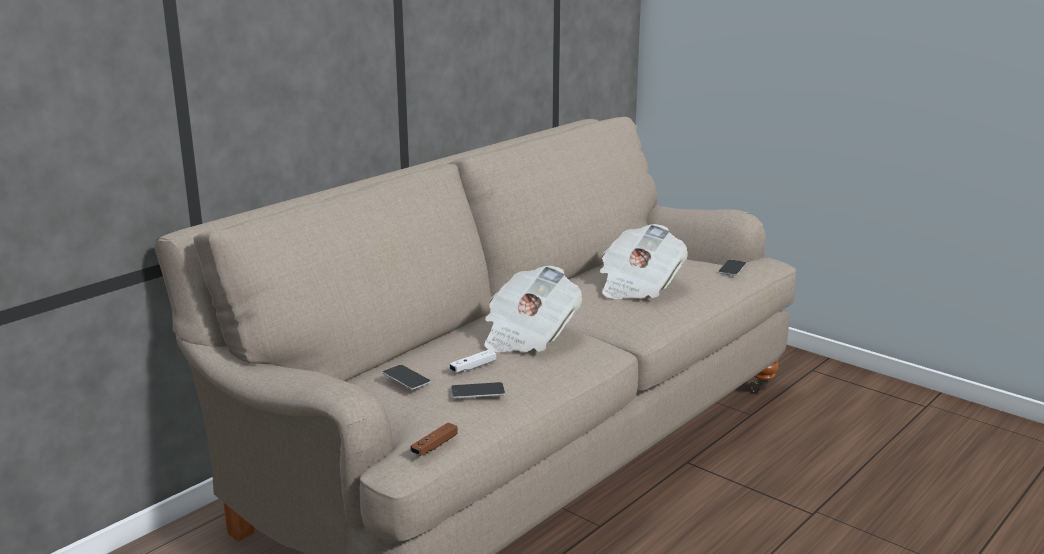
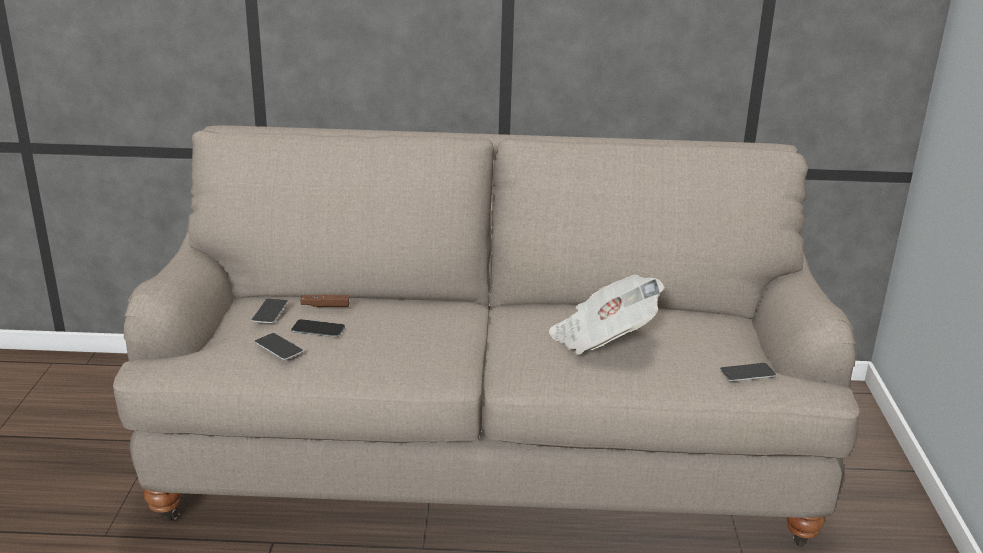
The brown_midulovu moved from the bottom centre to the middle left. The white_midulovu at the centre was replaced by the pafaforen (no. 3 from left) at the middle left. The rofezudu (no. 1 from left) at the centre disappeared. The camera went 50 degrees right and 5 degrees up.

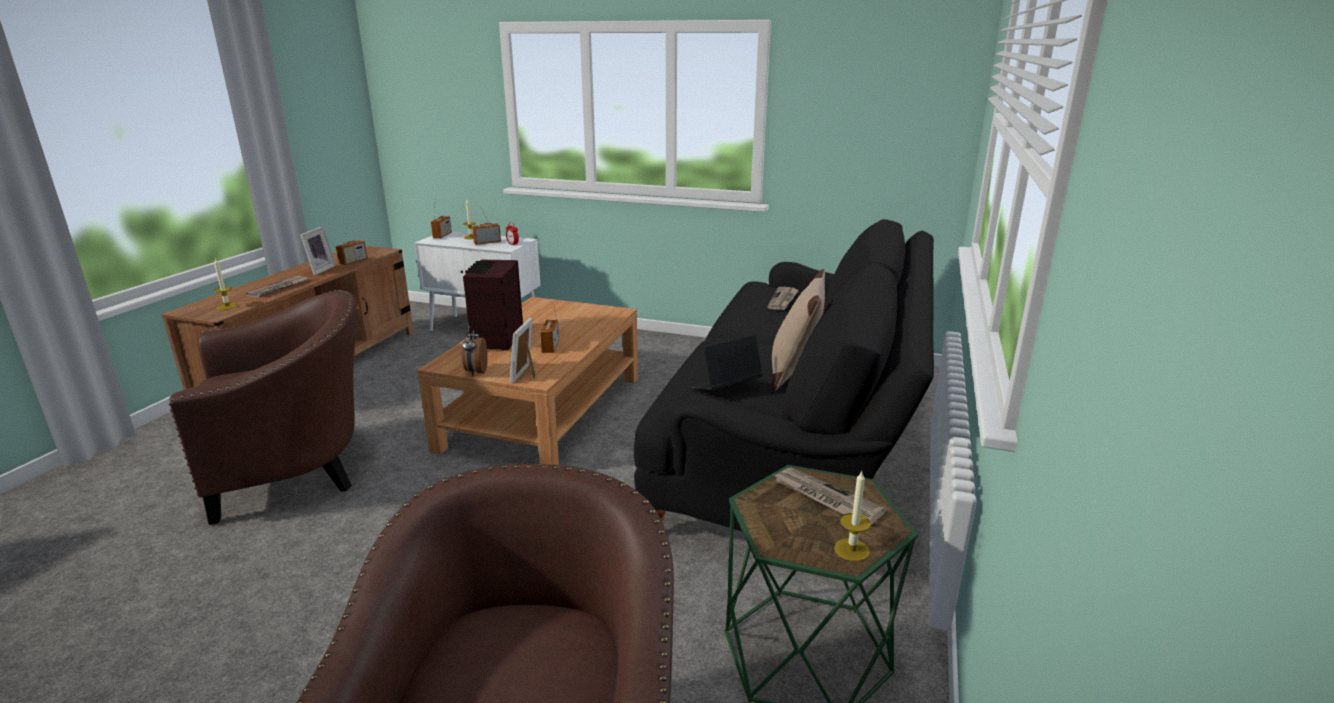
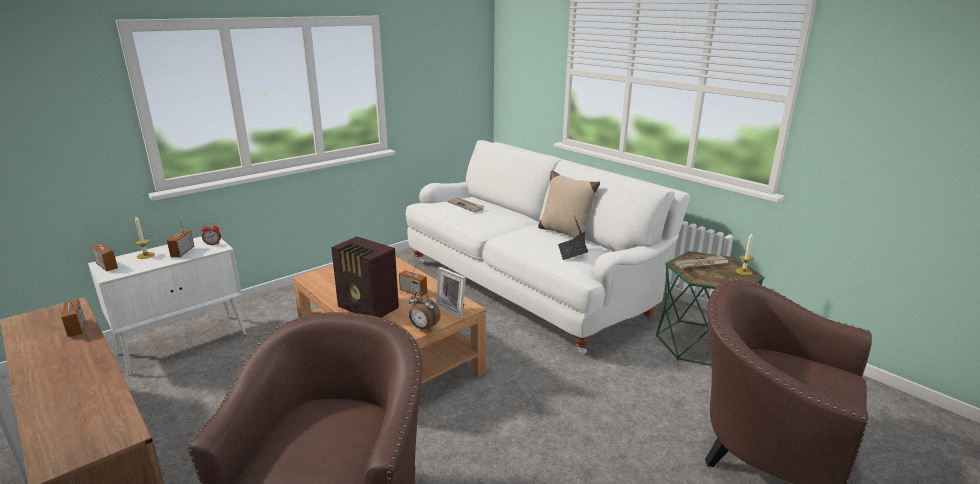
The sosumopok (no. 1 from left) at the middle left disappeared. The rofezudu (no. 1 from left) at the middle left disappeared. The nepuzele (no. 1 from left) at the middle left disappeared. The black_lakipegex at the centre became the white_lakipegex at the centre. The camera went 60 degrees left and 0 degrees up.

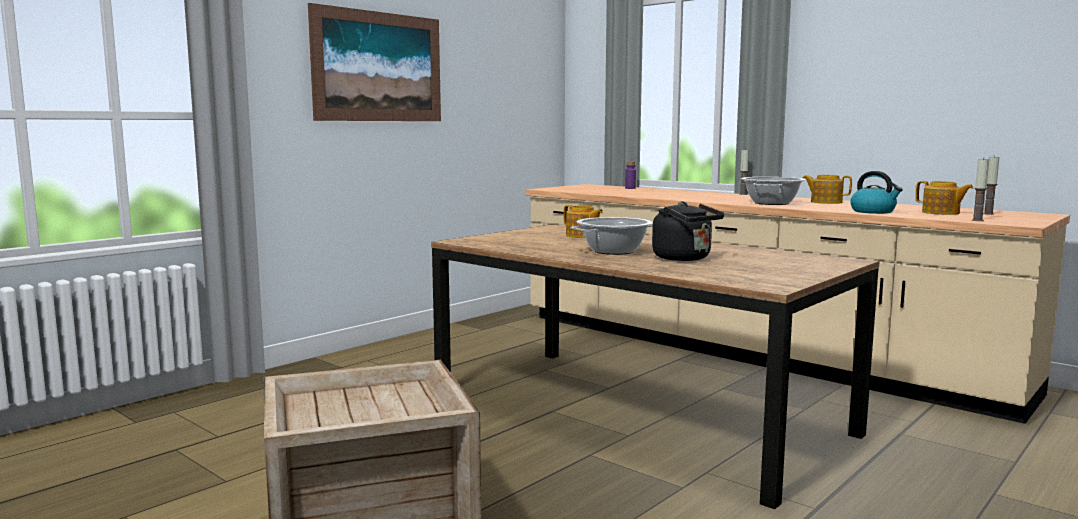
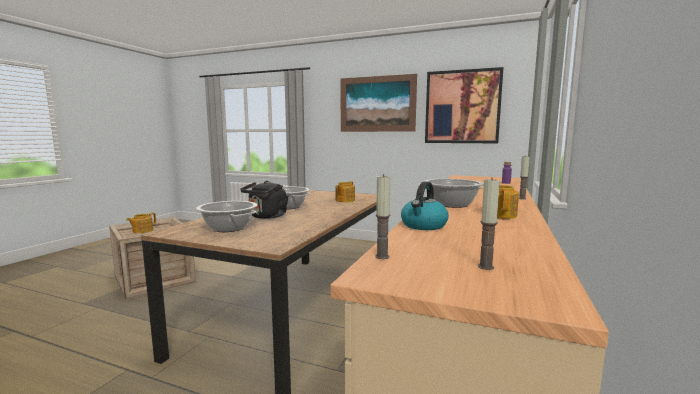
The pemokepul (no. 3 from left in the first image) moved from the middle right to the middle left. The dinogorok (no. 1 from left) at the middle left appeared. The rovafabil (no. 2 from left) at the top centre appeared. The camera went 70 degrees right and 0 degrees up.

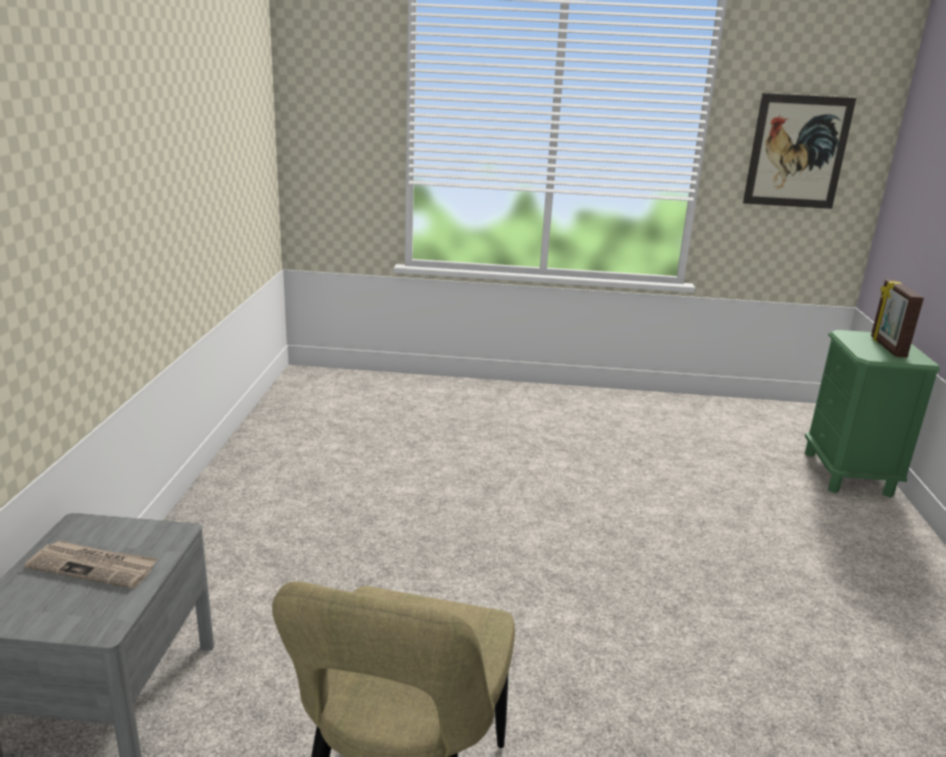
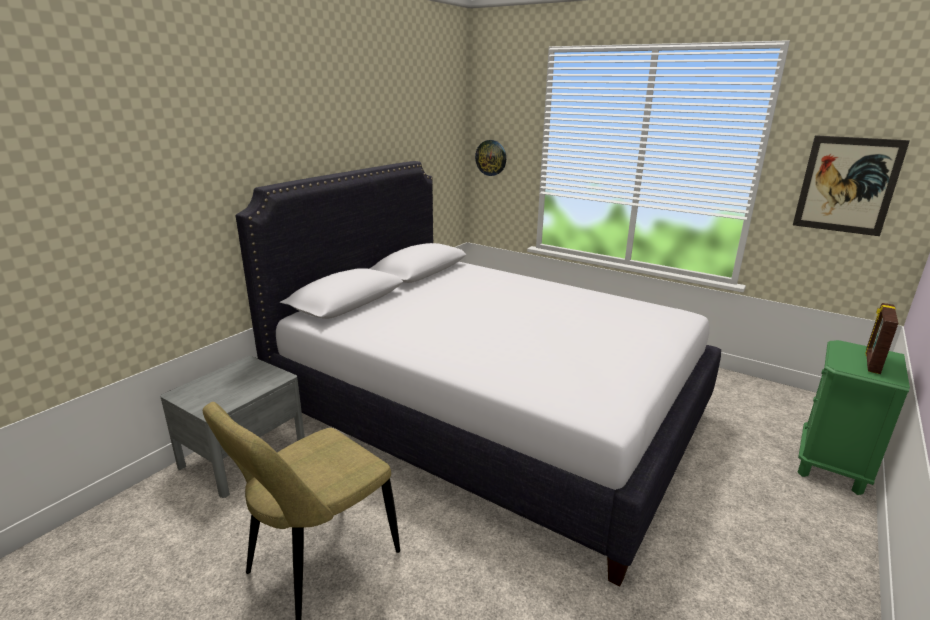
The rofezudu at the bottom left disappeared. The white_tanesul at the centre appeared. The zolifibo at the top centre appeared. The camera went 30 degrees right and 0 degrees up.

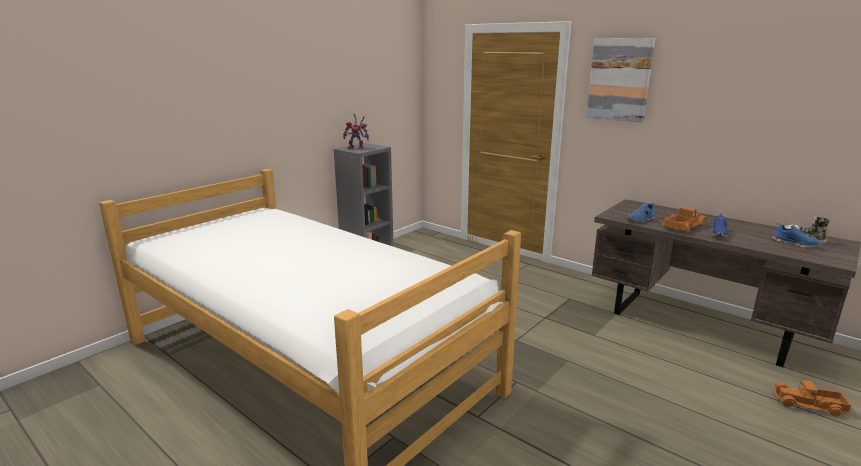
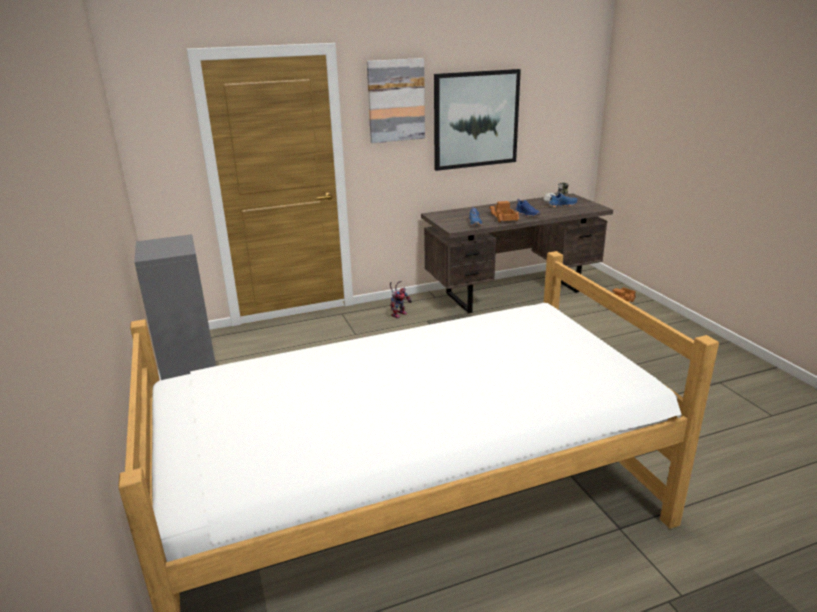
The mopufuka moved from the top centre to the centre. The rovafabil (no. 2 from left) at the top centre appeared. The camera went 60 degrees left and 5 degrees up.

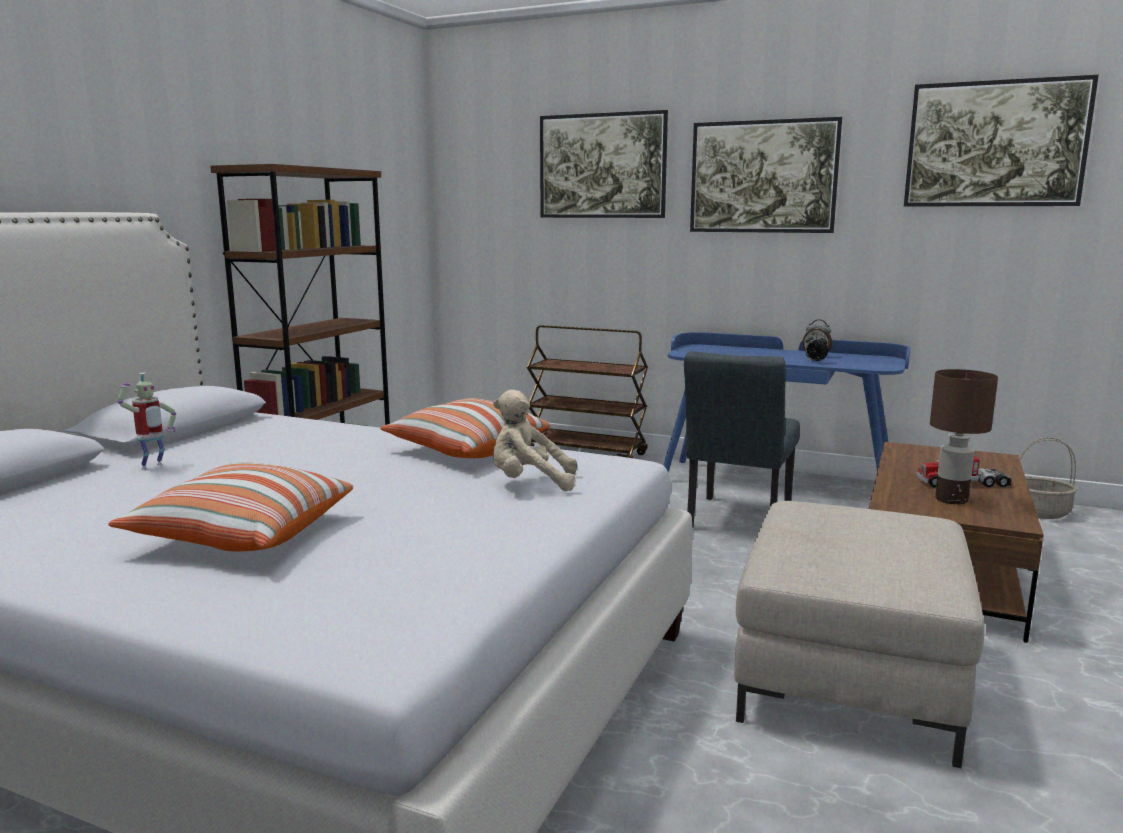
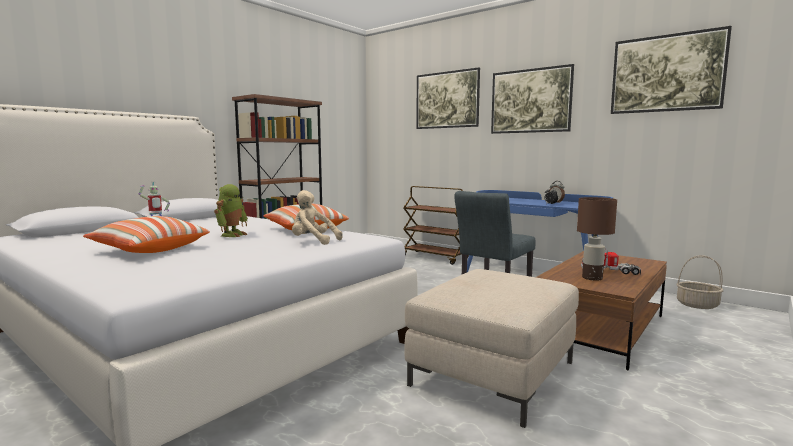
The mopufuka (no. 2 from left) at the middle left appeared. The camera went 15 degrees right and 5 degrees down.

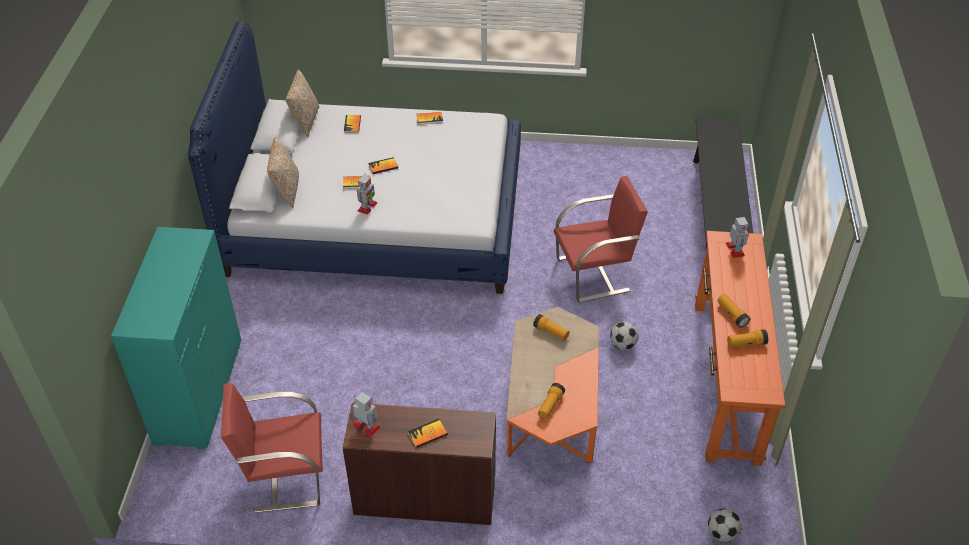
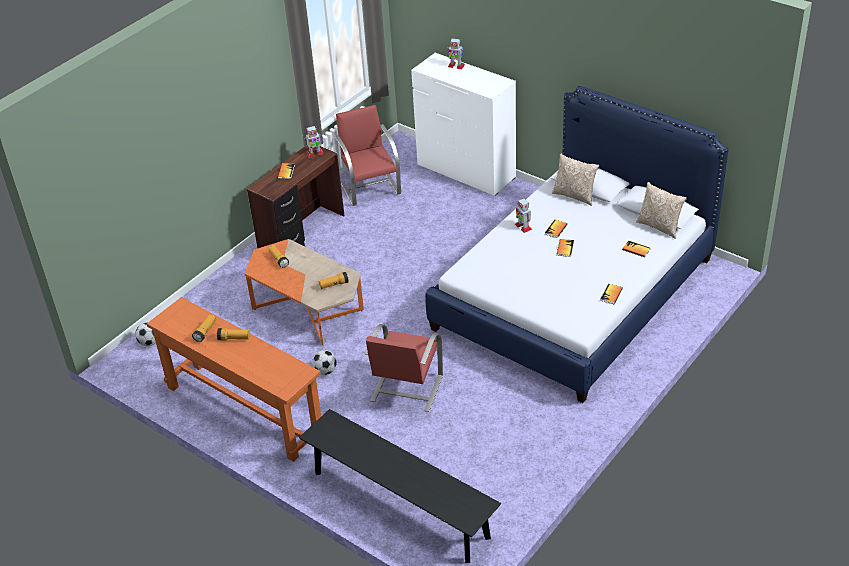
The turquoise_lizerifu at the middle left became the white_lizerifu at the top centre. The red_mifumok (no. 1 from left) at the bottom left turned 45 degrees counterclockwise. The mopufuka (no. 3 from left in the first image) moved from the middle right to the top centre. The camera went 125 degrees right and 5 degrees down.

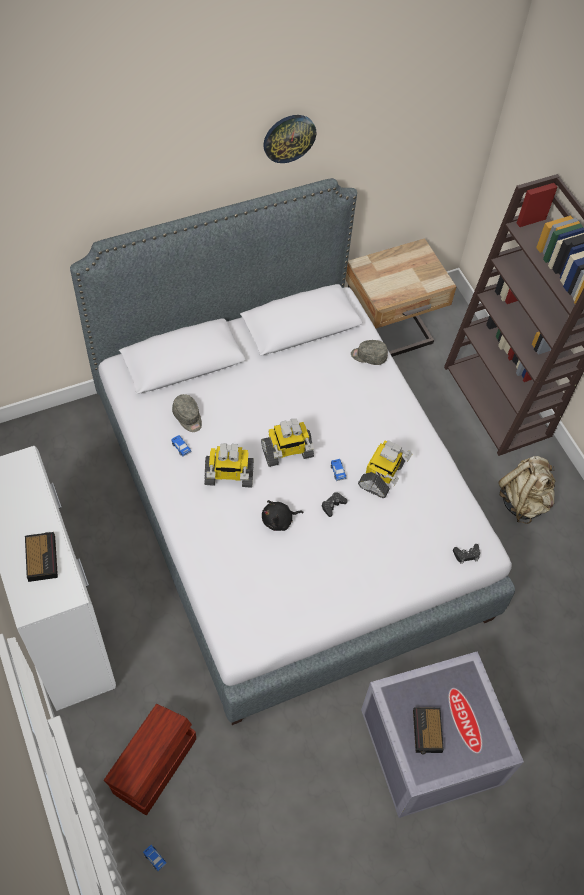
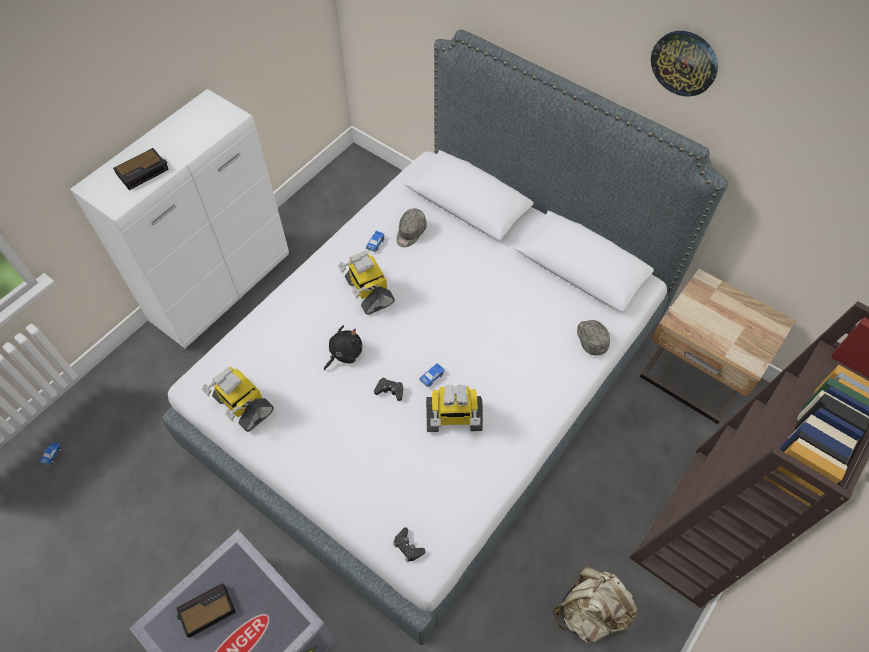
The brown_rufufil at the bottom left disappeared. The mopufuka (no. 2 from left in the first image) moved from the centre to the middle left. The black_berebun at the centre turned 90 degrees clockwise. The camera went 65 degrees right and 0 degrees up.

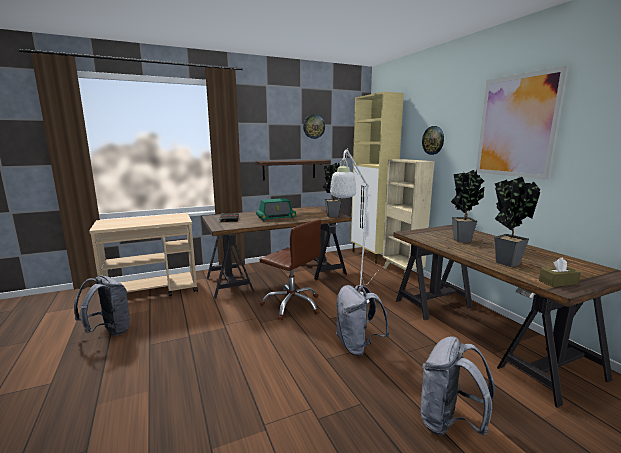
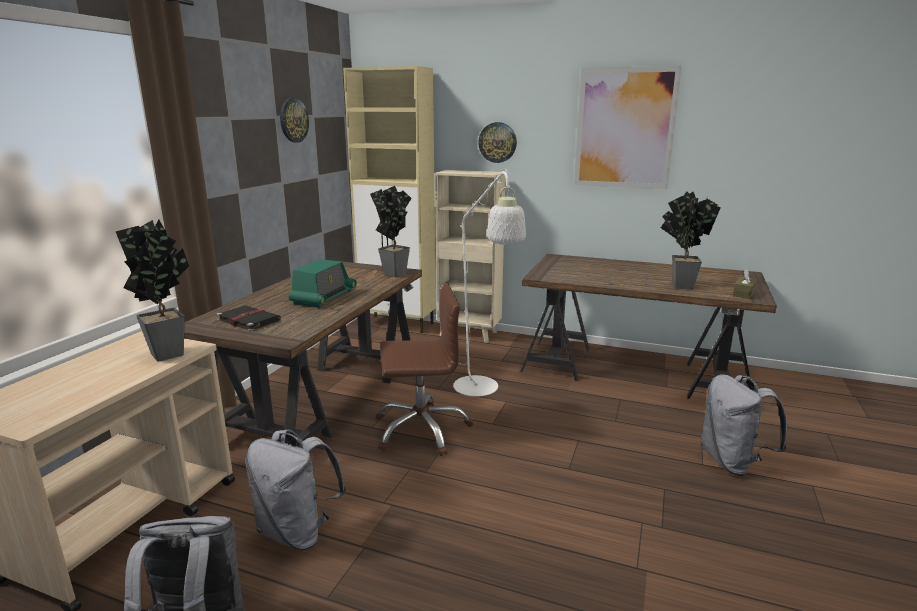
The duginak at the centre disappeared. The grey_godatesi (no. 2 from left) moved from the bottom centre to the bottom left. The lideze (no. 2 from left in the first image) moved from the middle right to the middle left. The camera went 45 degrees left and 5 degrees up.

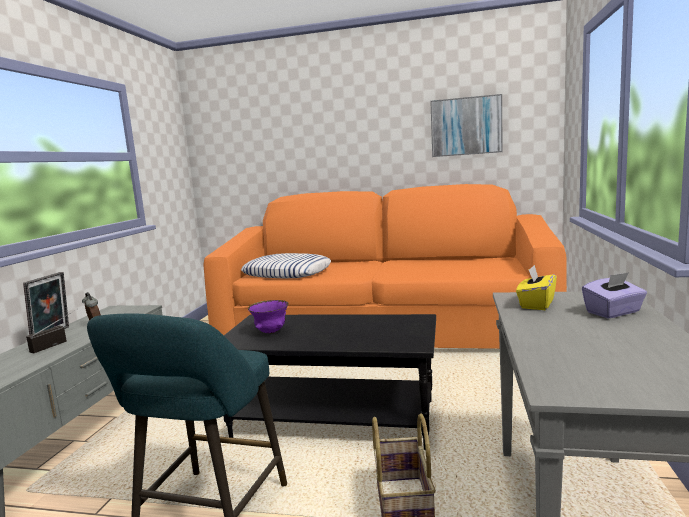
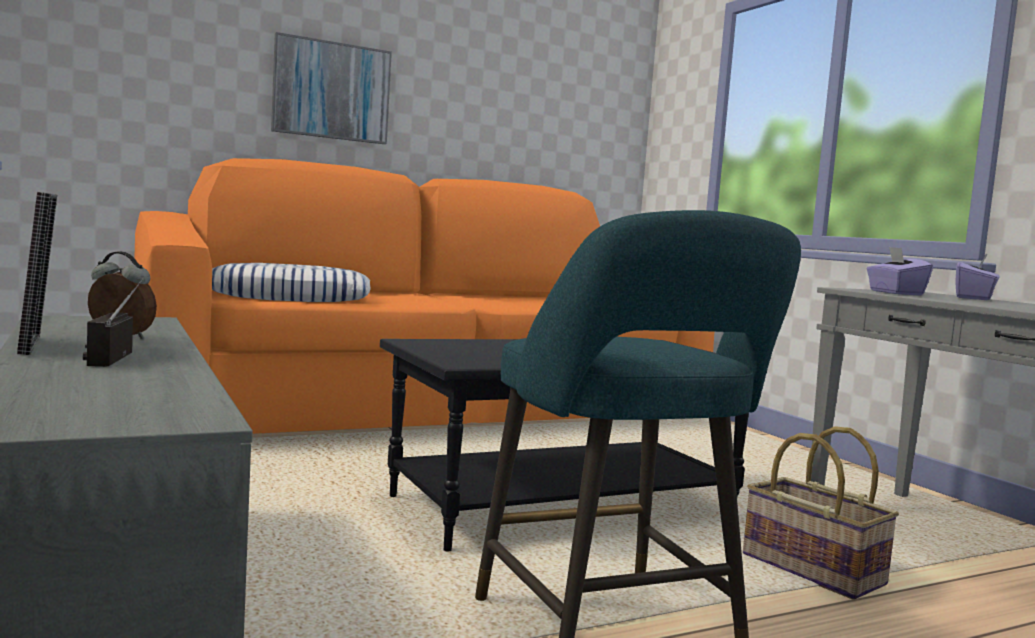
The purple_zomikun at the centre disappeared. The rovafabil moved from the top right to the top left. The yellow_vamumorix at the middle right became the purple_vamumorix (no. 1 from left) at the middle right. The camera went 40 degrees left and 5 degrees down.

